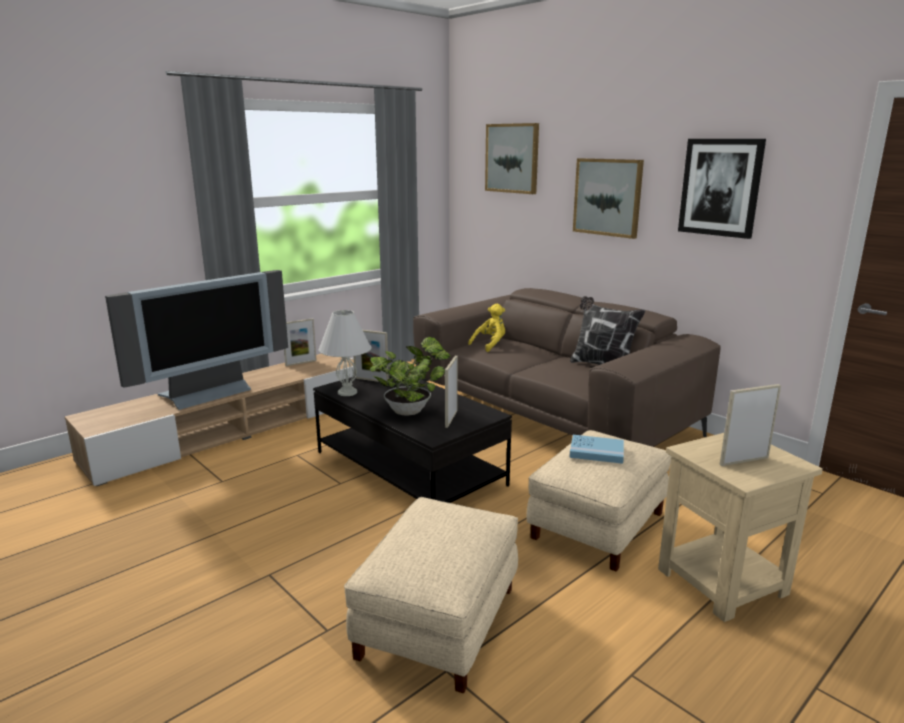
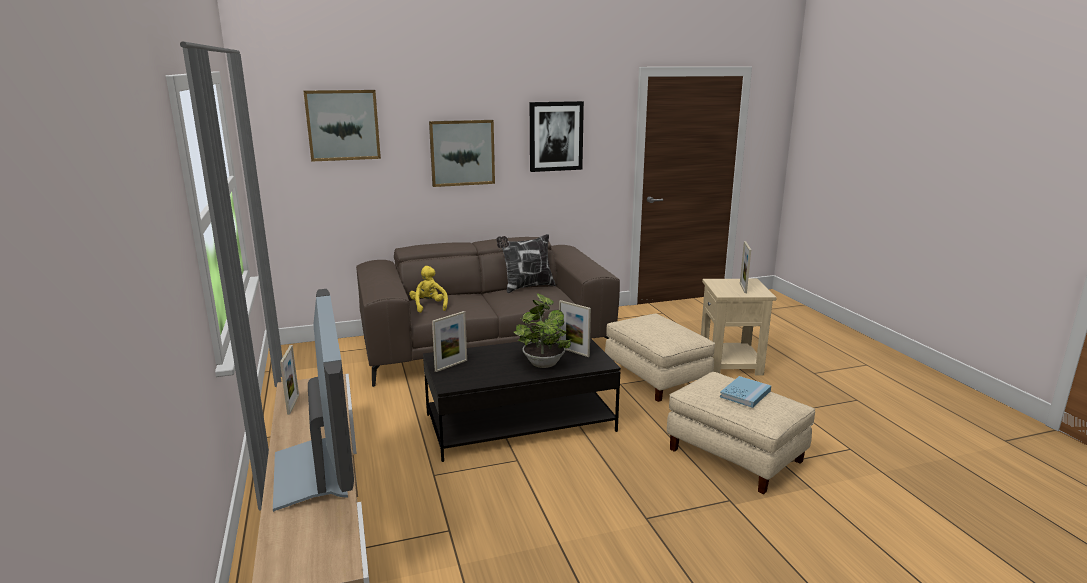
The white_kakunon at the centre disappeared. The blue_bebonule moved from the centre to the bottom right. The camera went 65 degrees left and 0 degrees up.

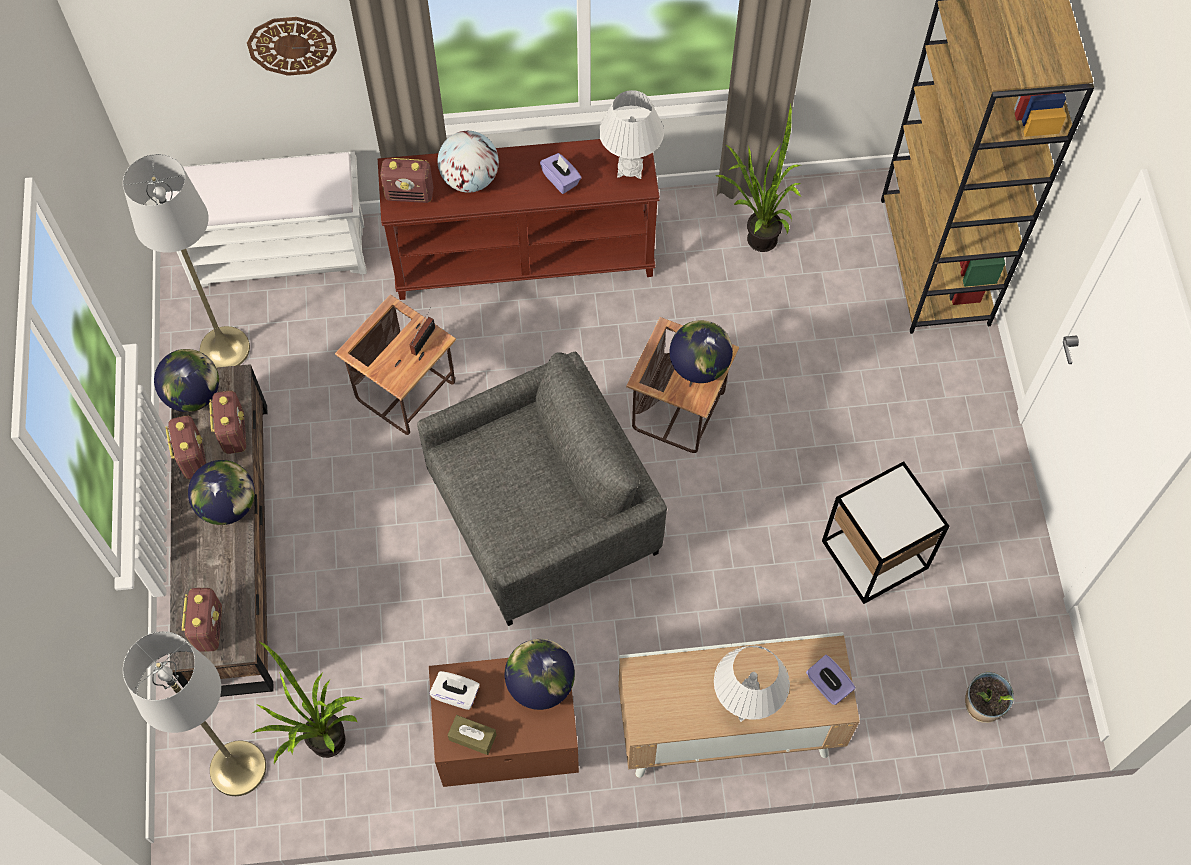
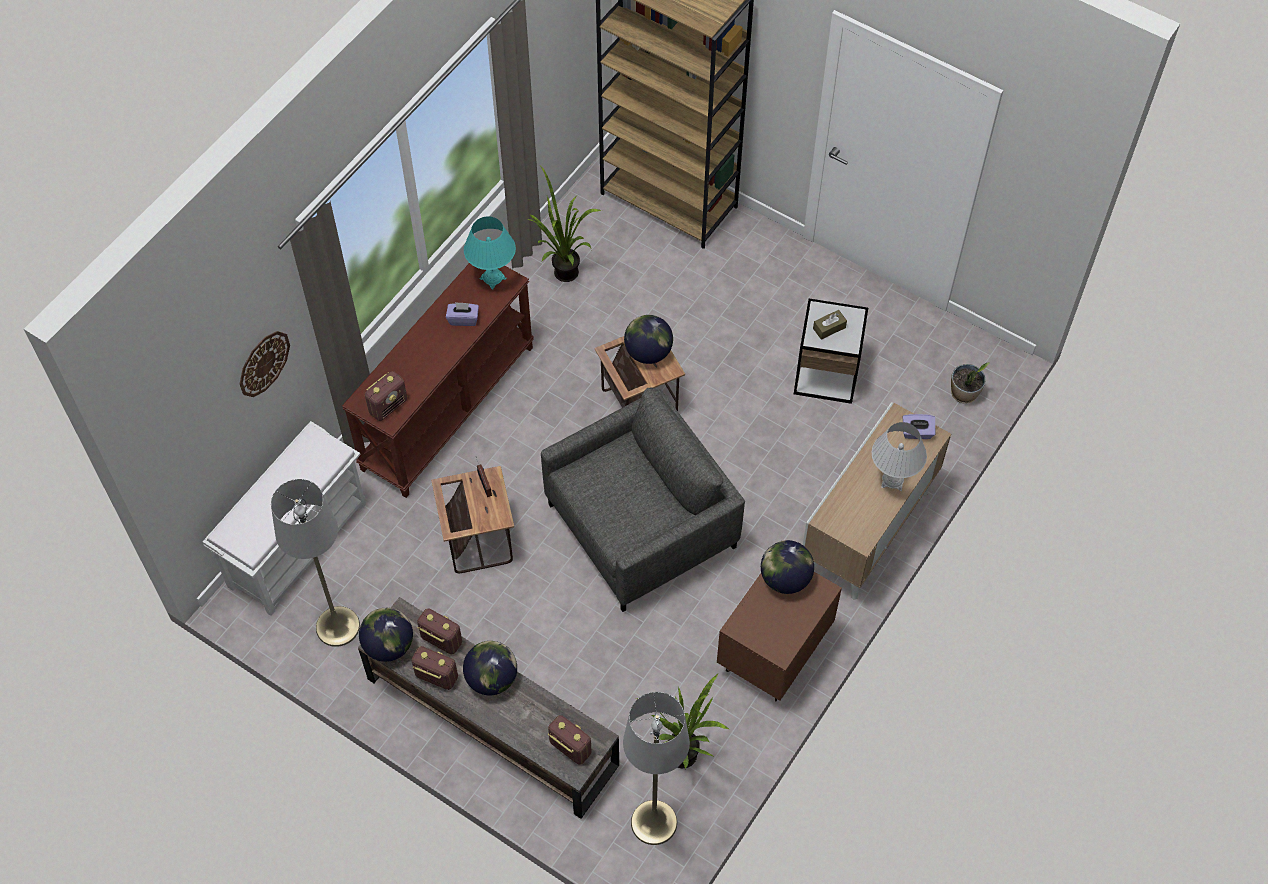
The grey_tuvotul at the centre turned 45 degrees clockwise. The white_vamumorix at the bottom centre disappeared. The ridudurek (no. 3 from left) at the top centre disappeared. The brown_vamumorix moved from the bottom centre to the centre. The white_kakunon (no. 1 from left) at the top centre became the turquoise_kakunon at the top centre. The camera went 50 degrees left and 5 degrees down.

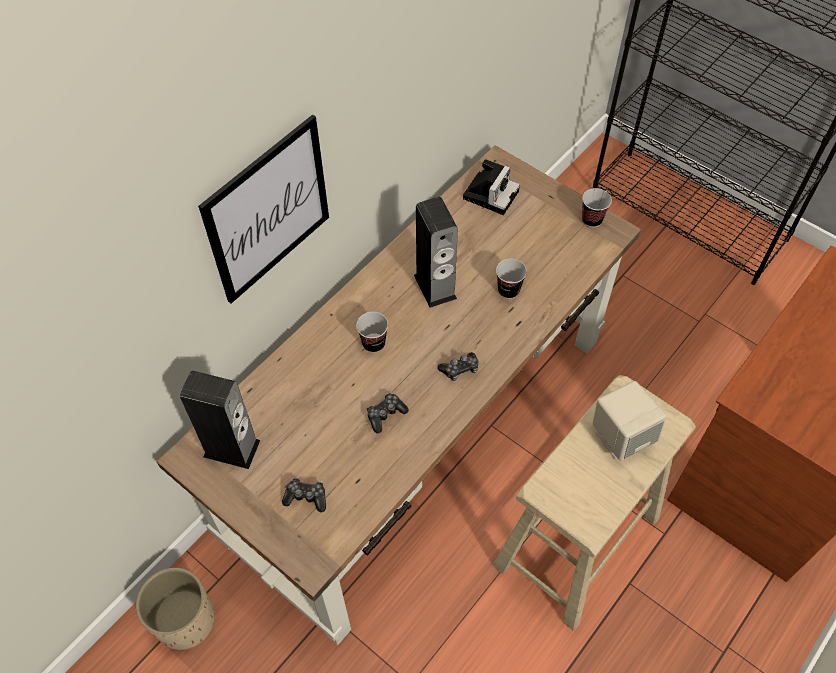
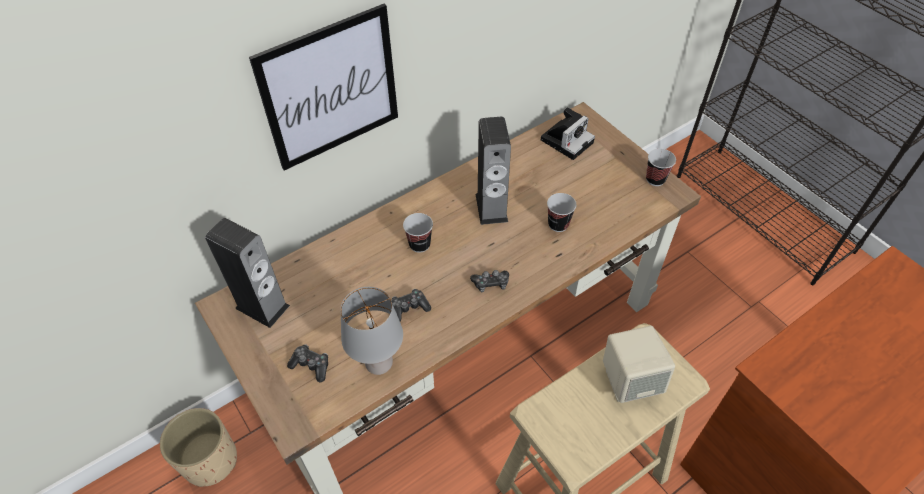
The grey_kakunon at the bottom centre appeared. The camera went 15 degrees right and 5 degrees down.

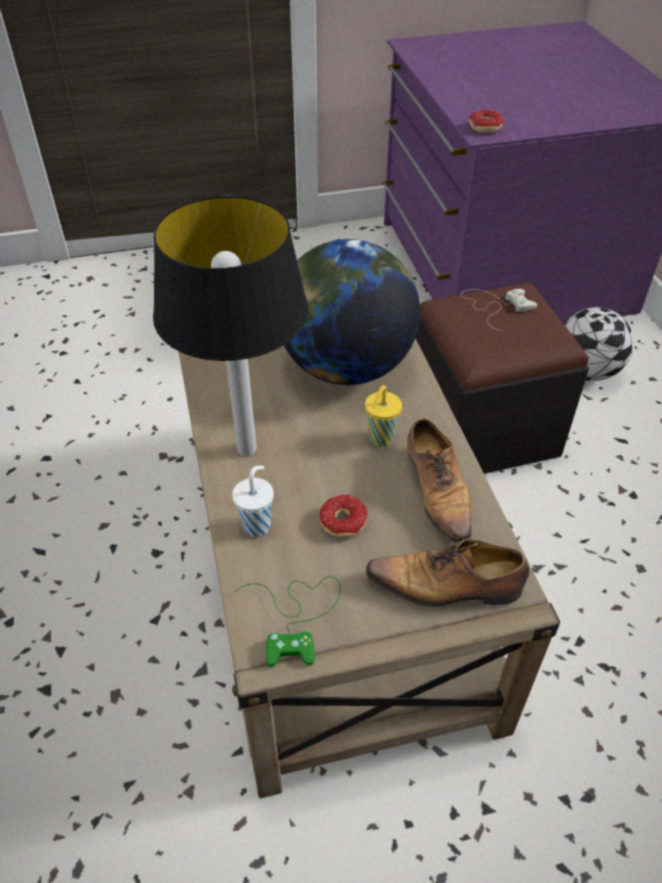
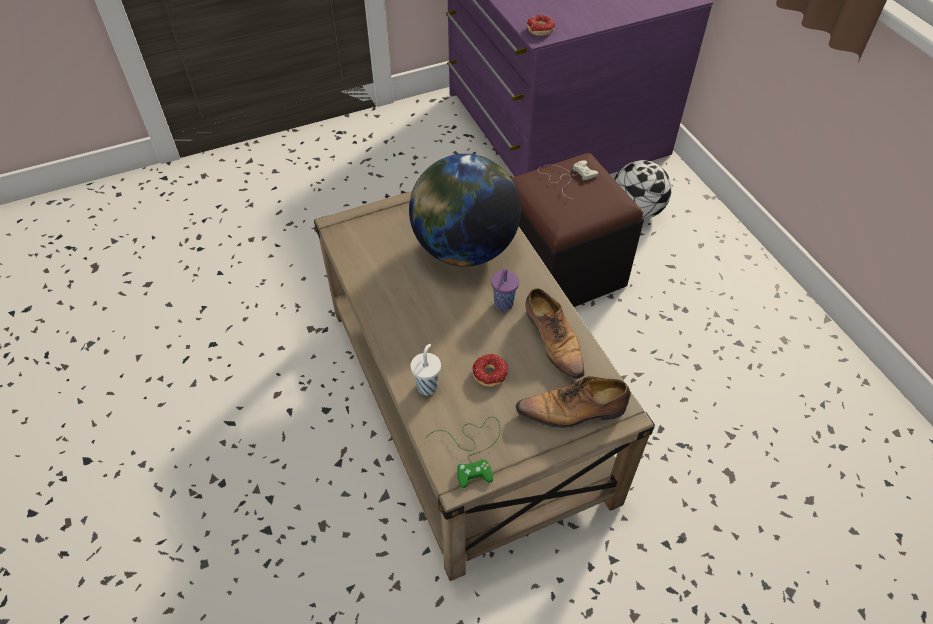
The kakunon at the centre disappeared. The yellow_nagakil at the centre became the purple_nagakil at the centre. The camera went 10 degrees left and 5 degrees up.

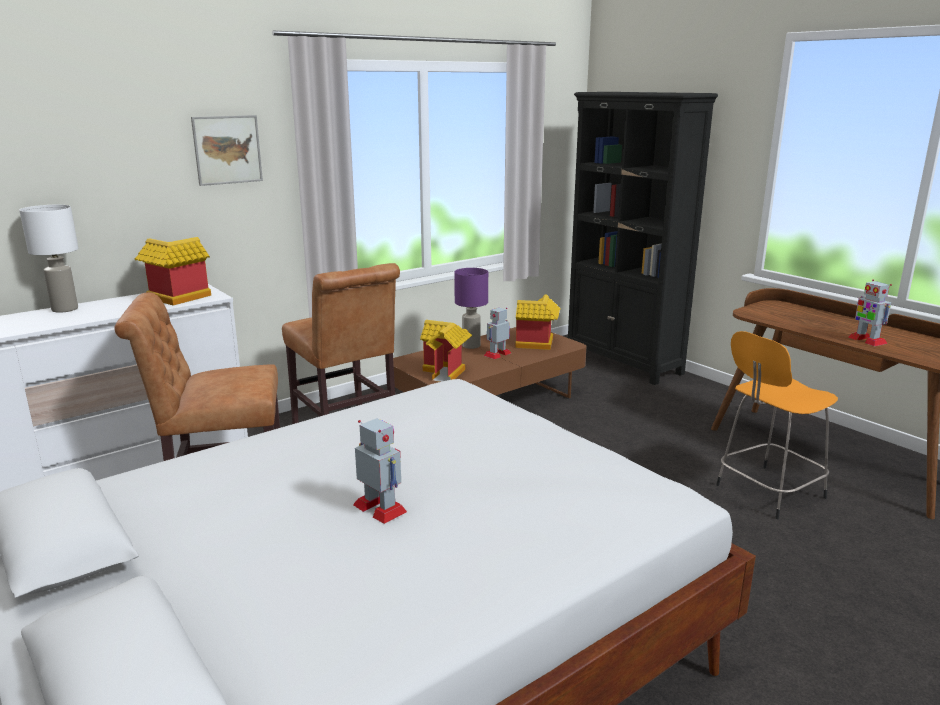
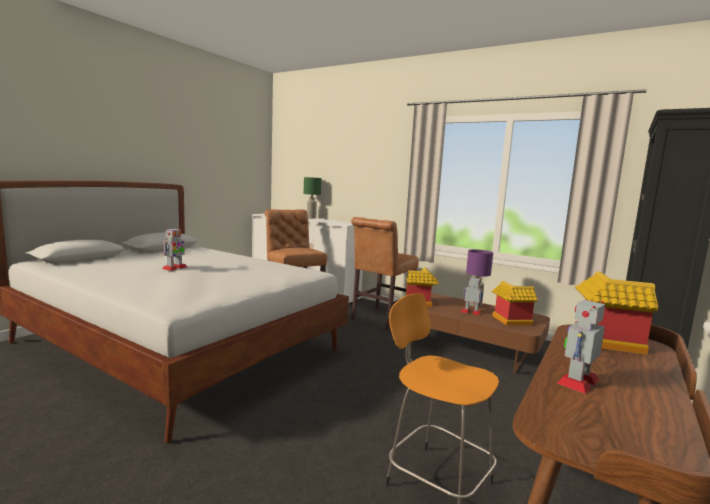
The white_kakunon at the middle left became the green_kakunon at the centre. The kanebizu (no. 1 from left in the first image) moved from the middle left to the middle right. The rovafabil at the top left disappeared. The camera went 70 degrees right and 10 degrees down.

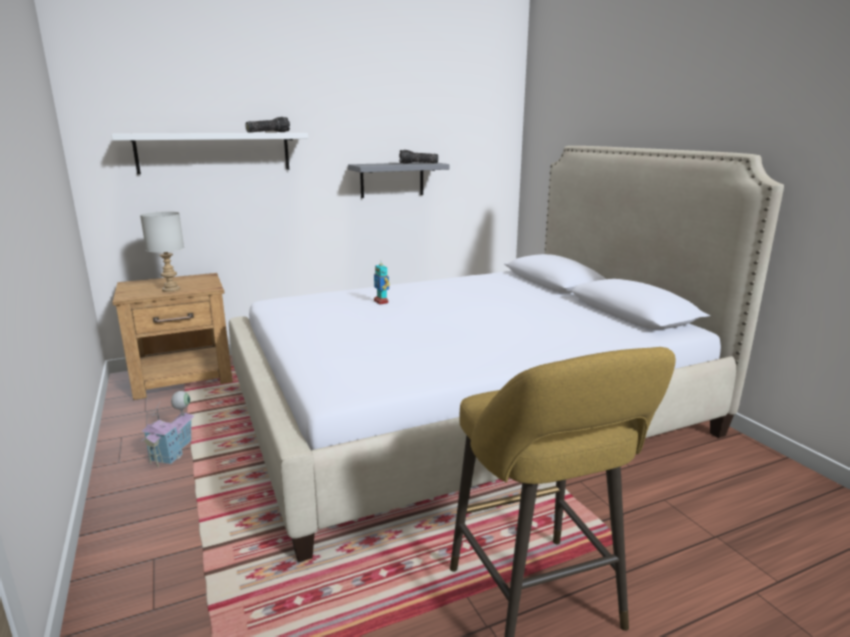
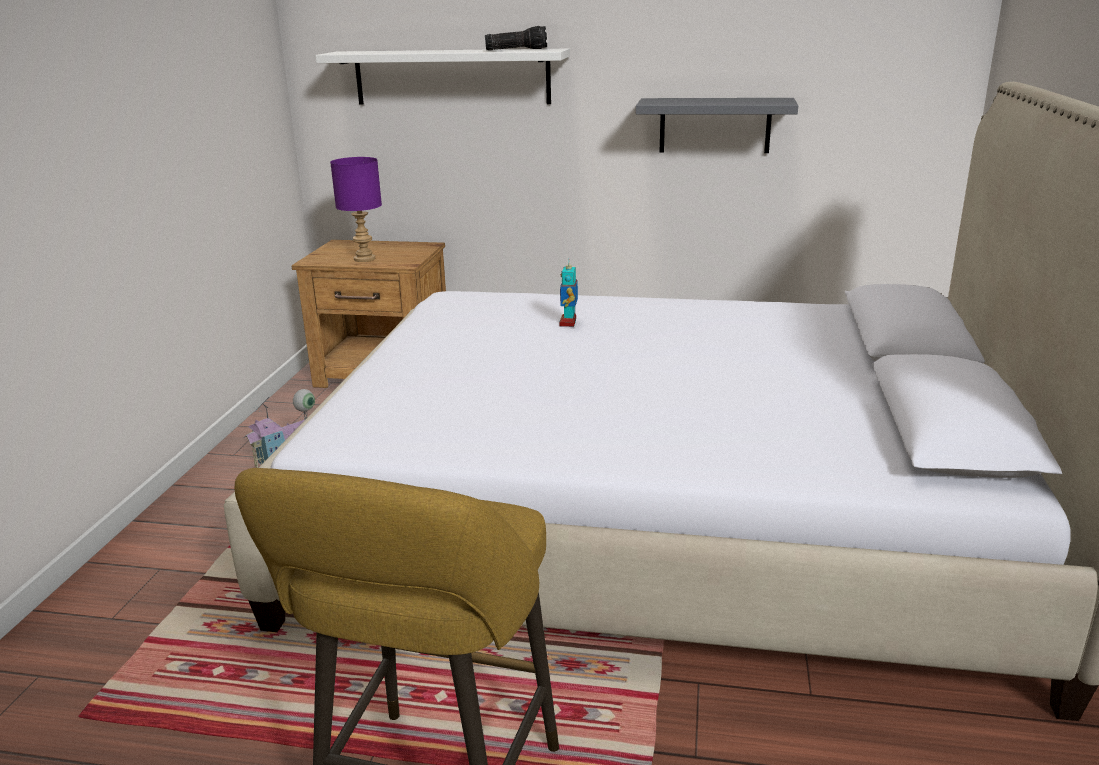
The grey_kakunon at the middle left became the purple_kakunon at the top left. The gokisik (no. 2 from left) at the top centre disappeared. The camera went 35 degrees right and 5 degrees up.

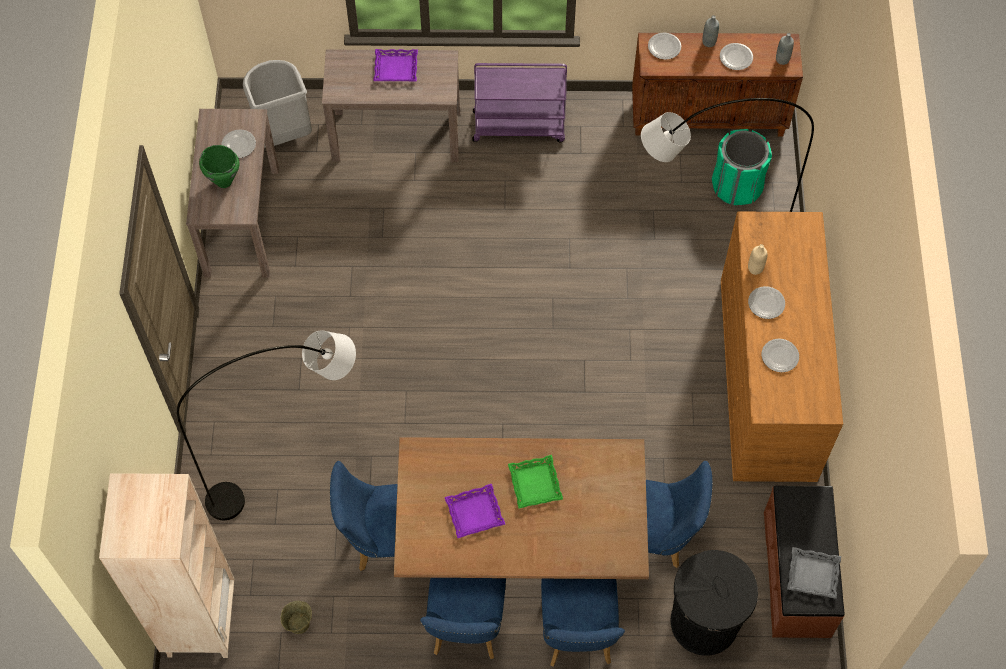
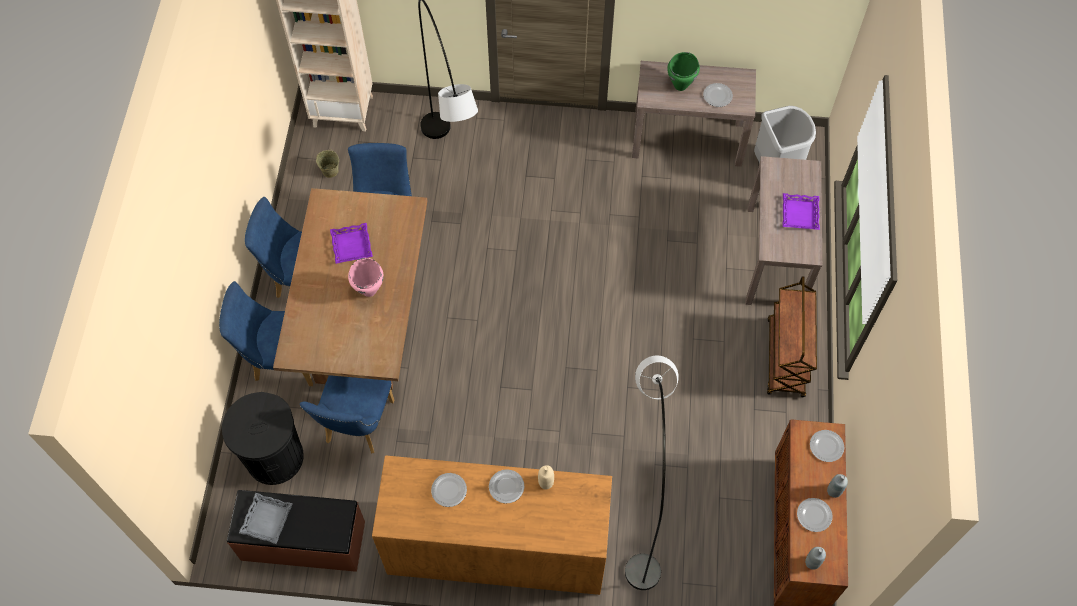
The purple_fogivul at the top centre became the brown_fogivul at the middle right. The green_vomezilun at the bottom centre was replaced by the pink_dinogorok at the centre. The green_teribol at the top right disappeared. The camera went 95 degrees right and 0 degrees up.

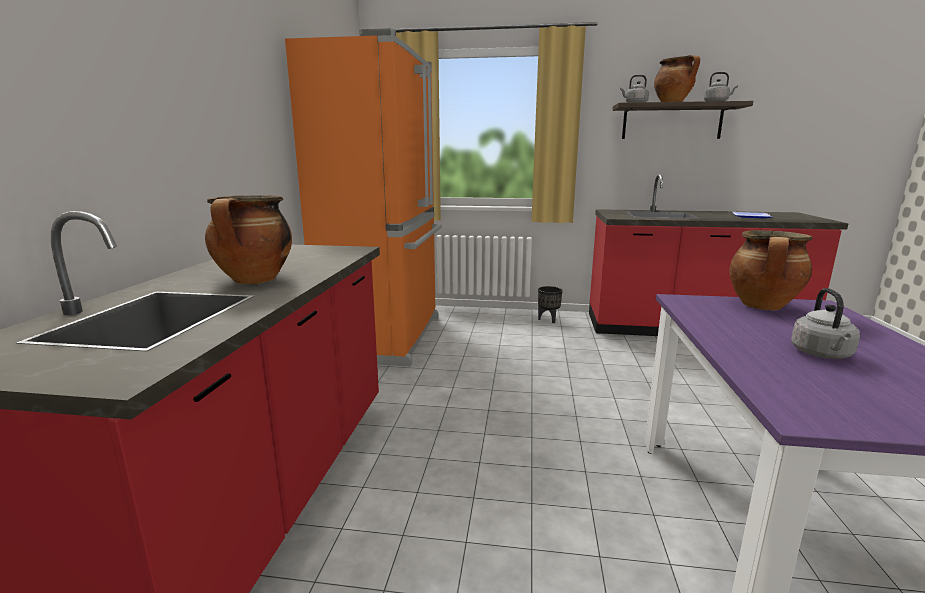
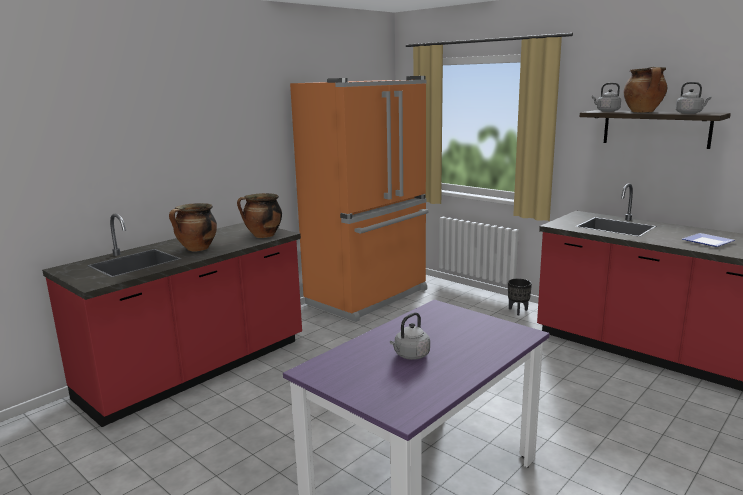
The dinogorok (no. 3 from left in the first image) moved from the middle right to the centre. The camera went 35 degrees right and 0 degrees up.

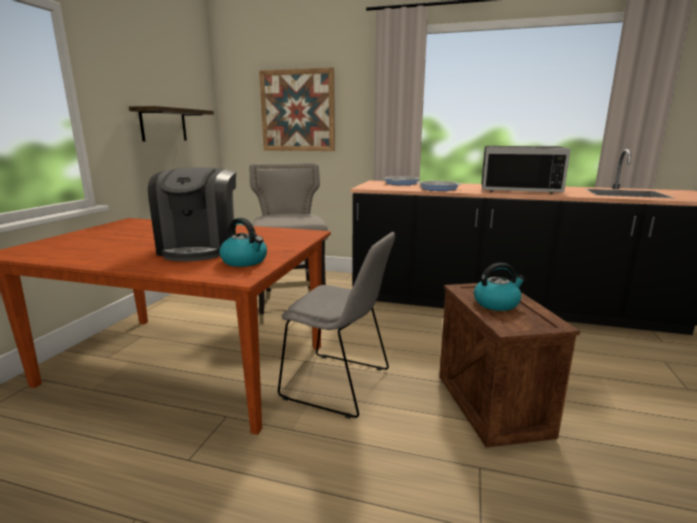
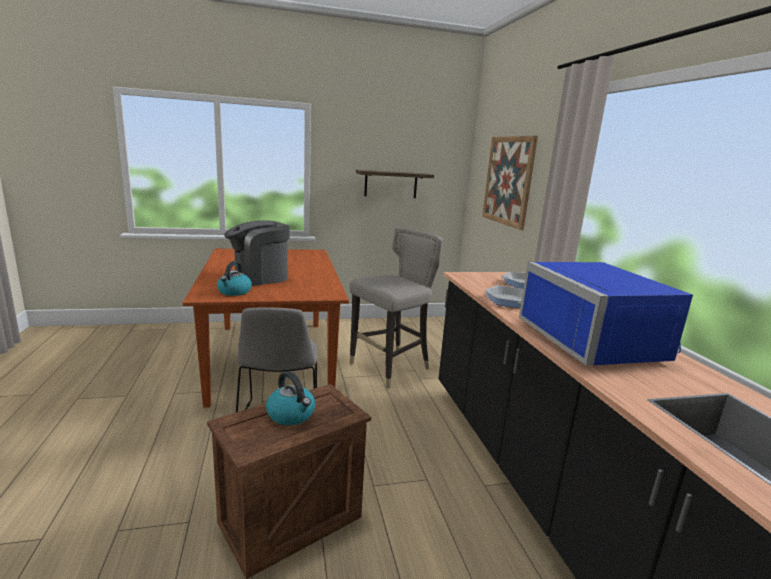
The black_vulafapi at the top right became the blue_vulafapi at the middle right. The camera went 60 degrees right and 0 degrees up.

